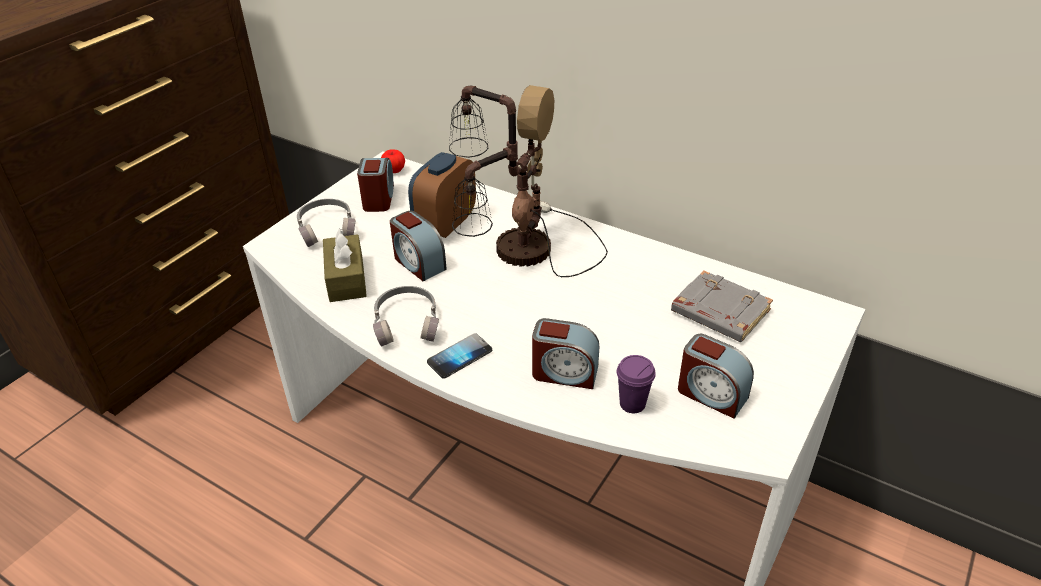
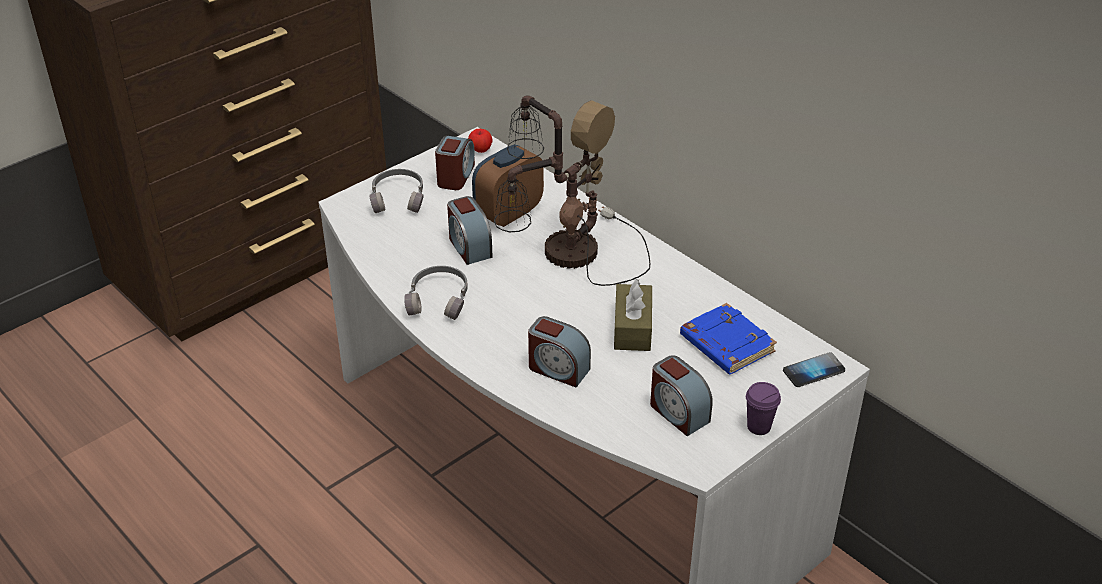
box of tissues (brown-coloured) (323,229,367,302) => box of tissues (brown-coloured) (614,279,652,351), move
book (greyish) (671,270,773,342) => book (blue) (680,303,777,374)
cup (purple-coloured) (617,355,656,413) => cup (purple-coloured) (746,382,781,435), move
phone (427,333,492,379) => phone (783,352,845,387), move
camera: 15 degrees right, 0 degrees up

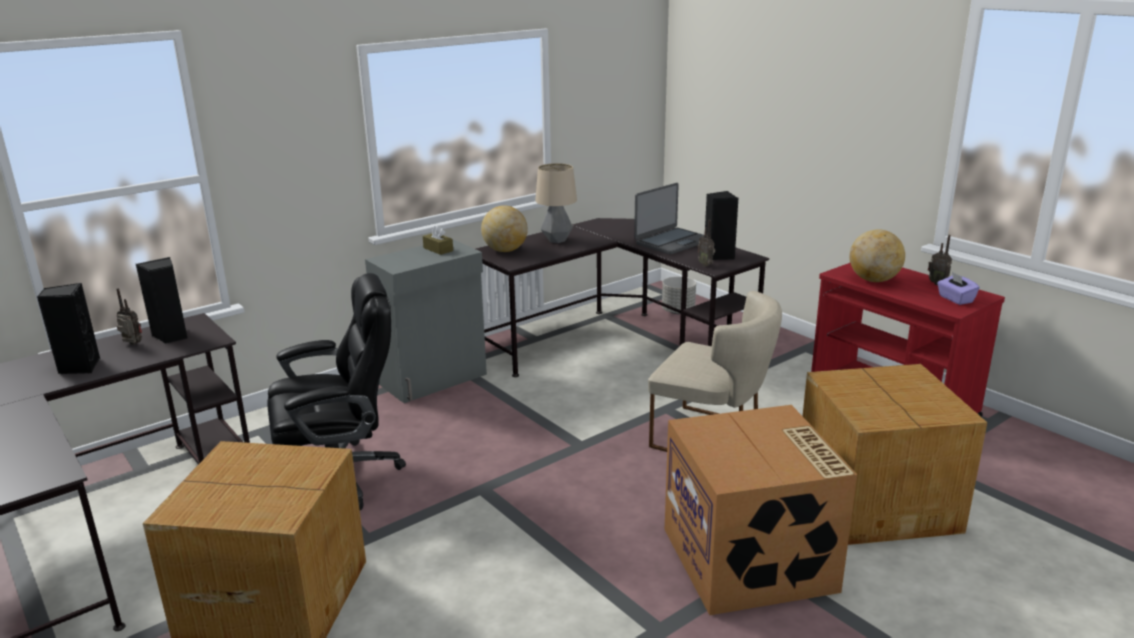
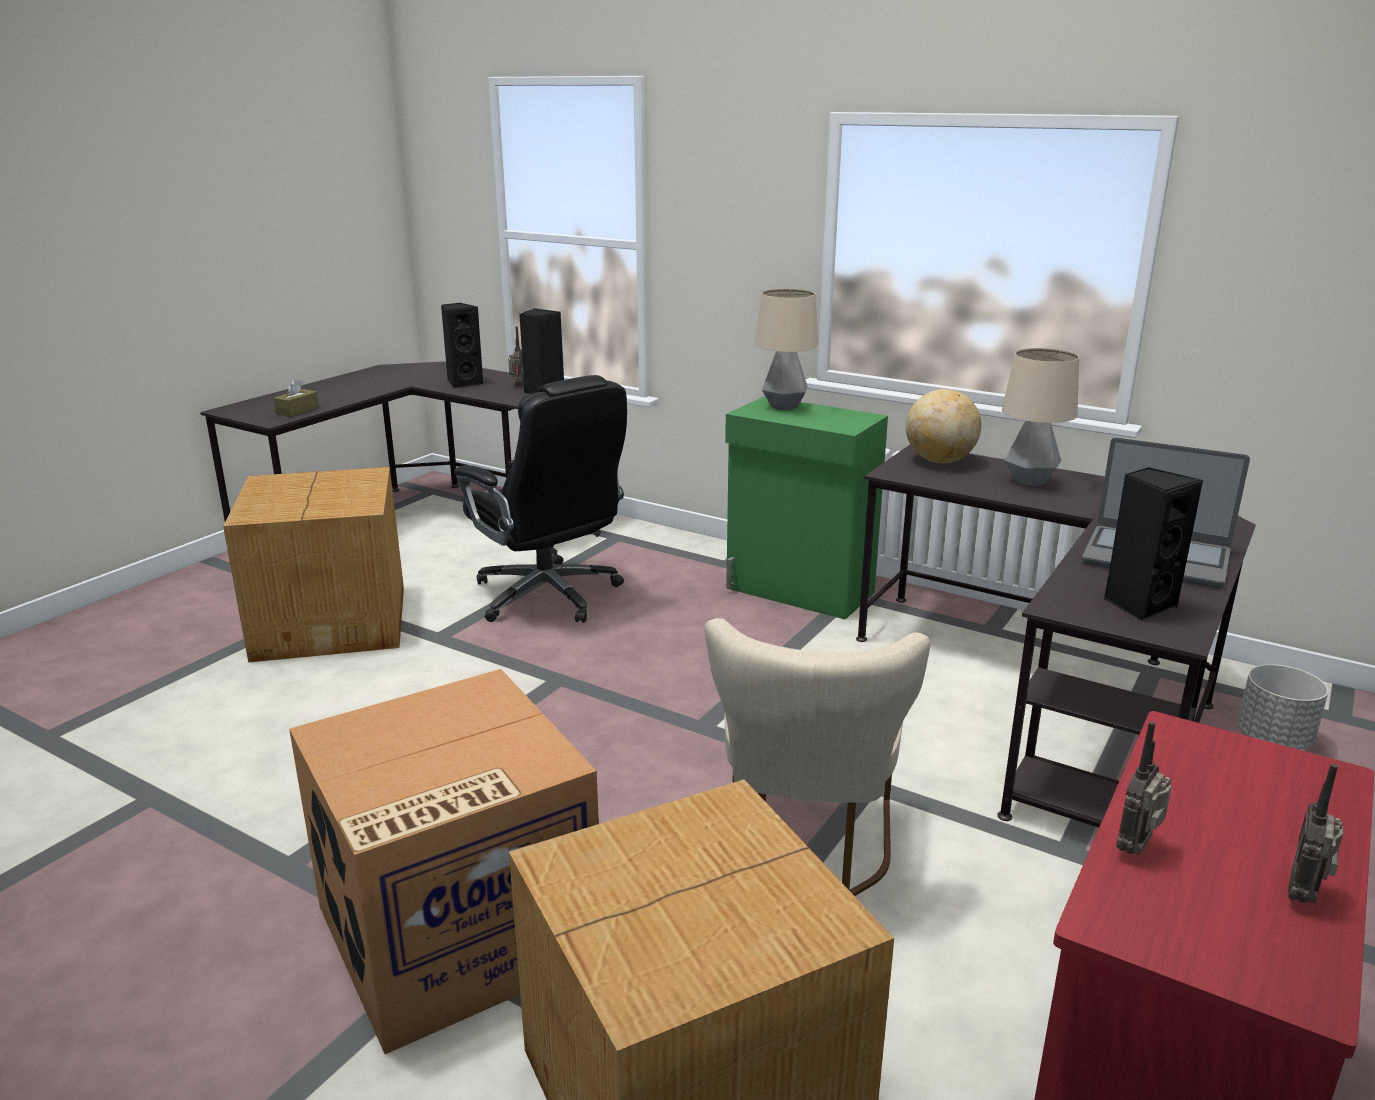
box of tissues (brown-coloured) (423,225,453,255) => box of tissues (brown-coloured) (273,379,319,417), move
storage cabinet (greyish) (365,239,487,403) => storage cabinet (green-coloured) (725,396,888,620)
nothing => table lamp (755,289,818,410)
radio set (698,220,715,267) => radio set (1116,721,1172,855), move
world globe (850,229,905,282) => nothing
box of tissues (purple-coloured) (937,272,980,305) => nothing
camera: 70 degrees right, 0 degrees up

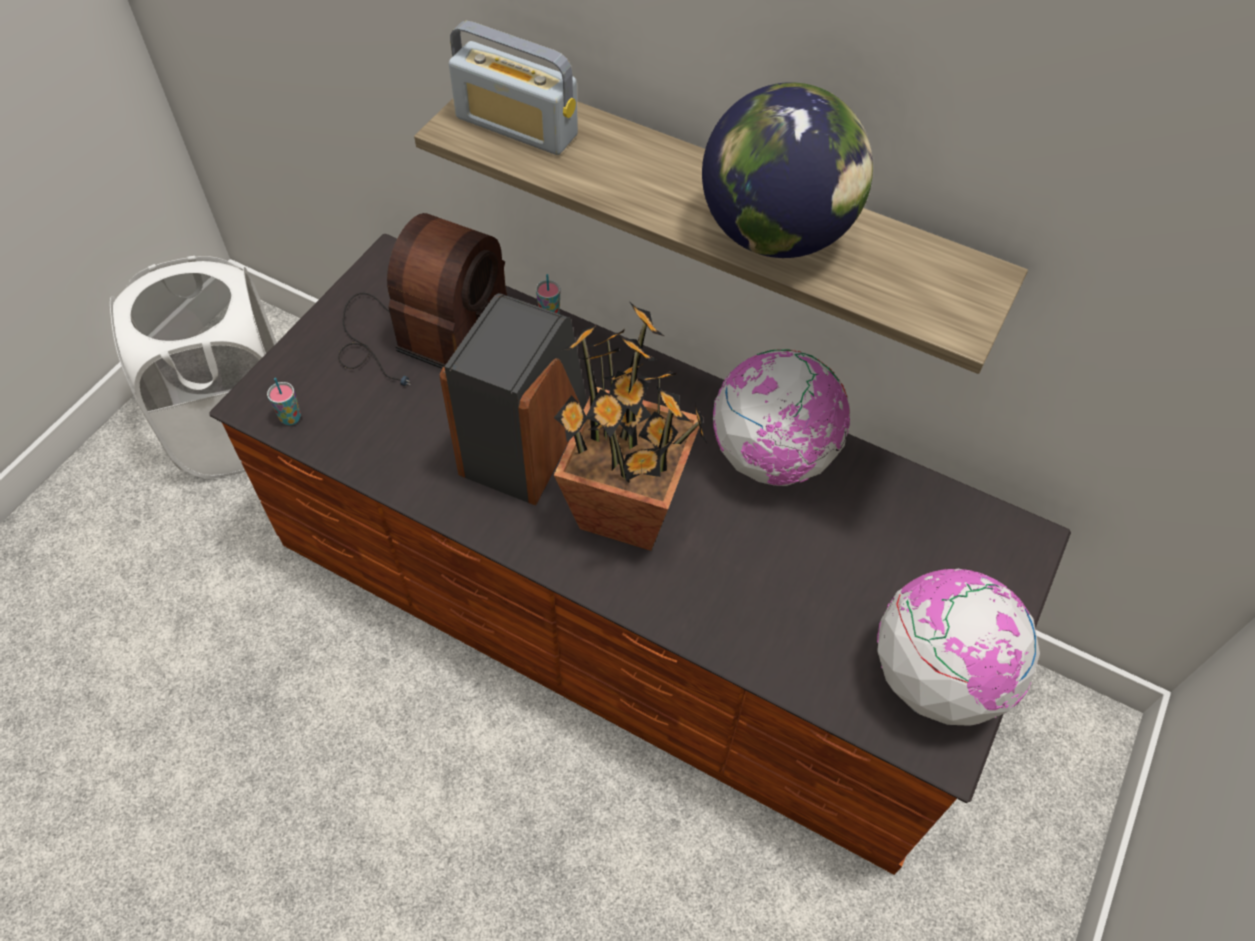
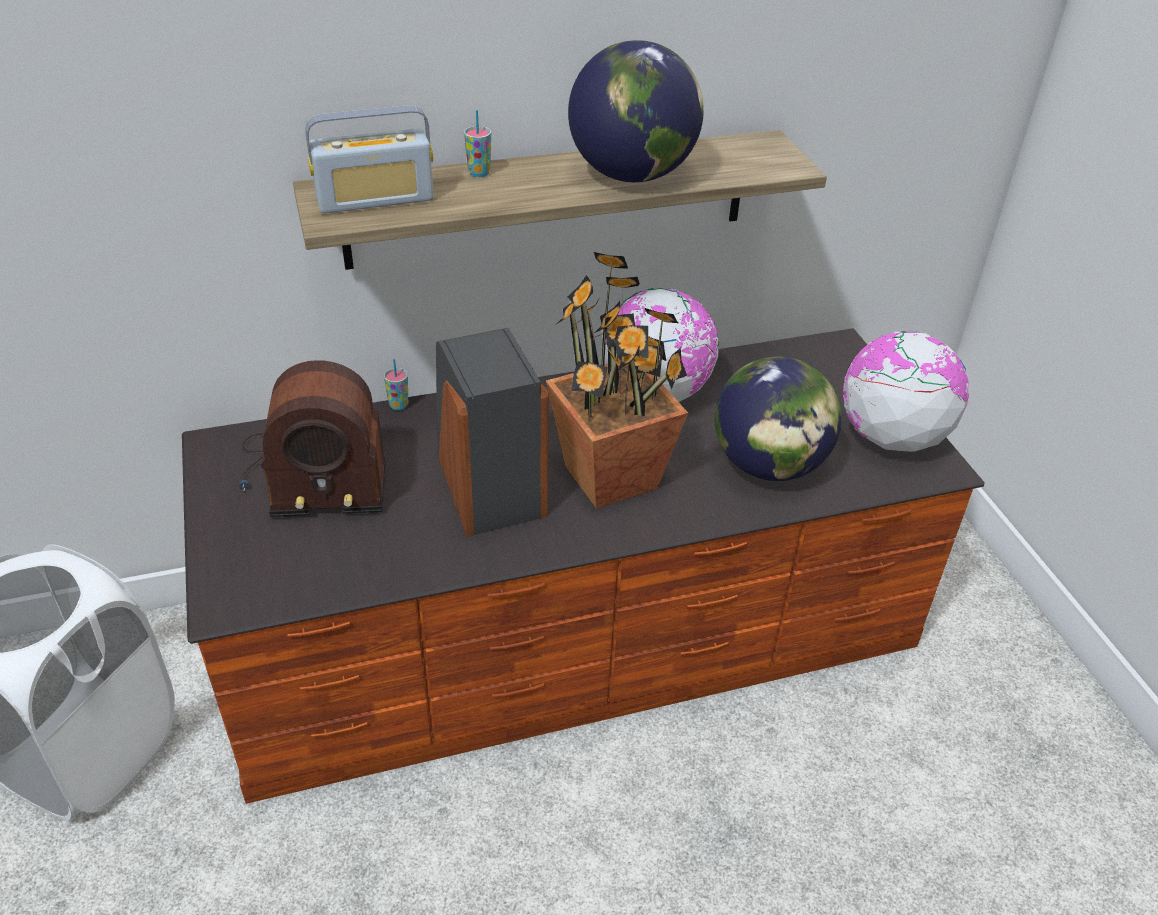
radio set (338,213,507,386) => radio set (239,360,385,517), 105 degrees clockwise
cup (267,378,301,425) => cup (464,110,491,177), move
nothing => world globe (715,356,842,481)
camera: 45 degrees left, 15 degrees down

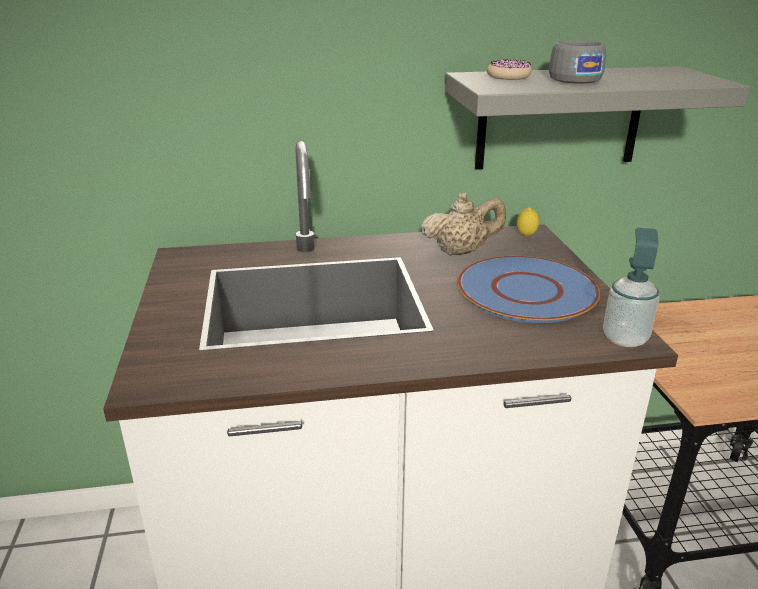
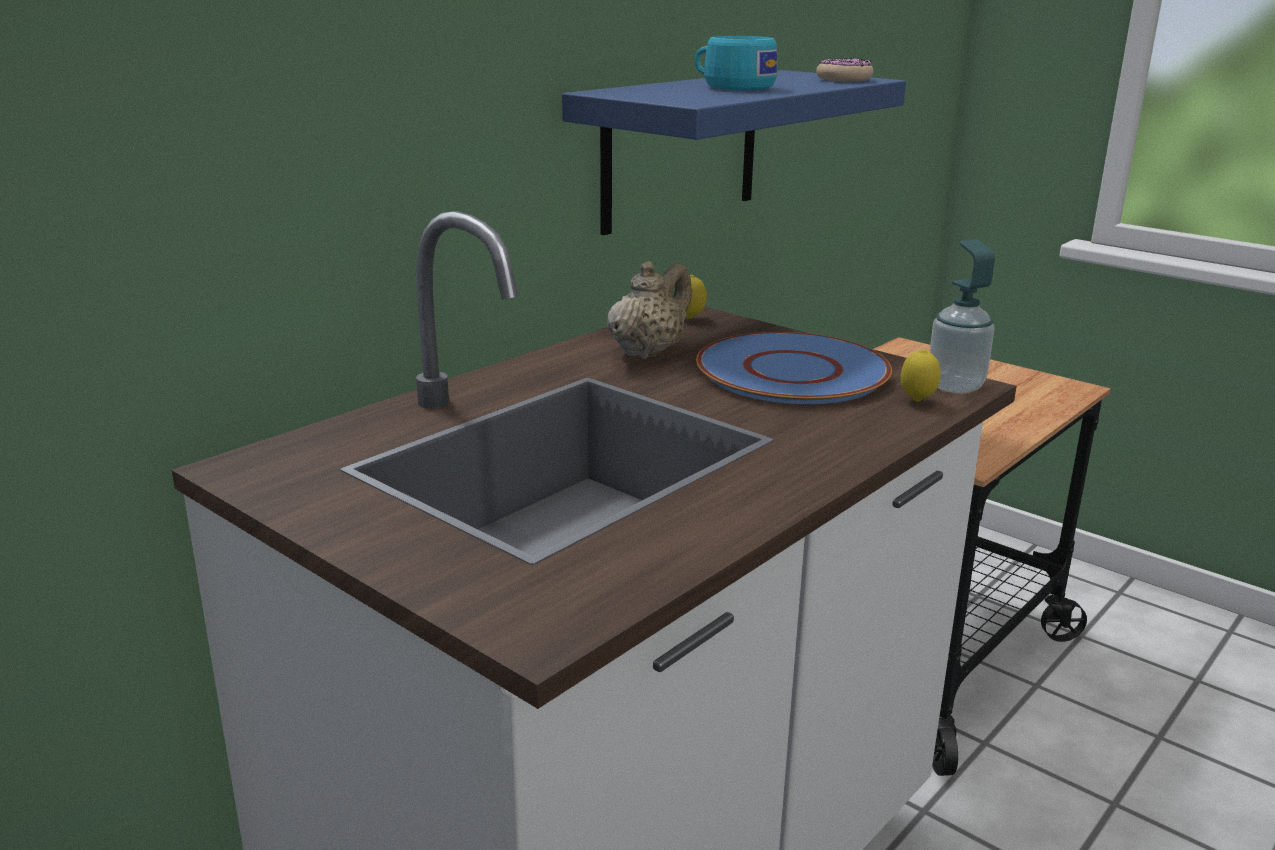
bracket shelf (greyish) (445,66,750,169) => bracket shelf (blue) (562,70,906,235)
cup (greyish) (549,40,606,84) => cup (turquoise-coloured) (694,36,778,90)
ring doughnut (487,59,532,80) => ring doughnut (816,58,873,82), move
nothing => whole lemon (901,349,940,402)
camera: 40 degrees left, 5 degrees down

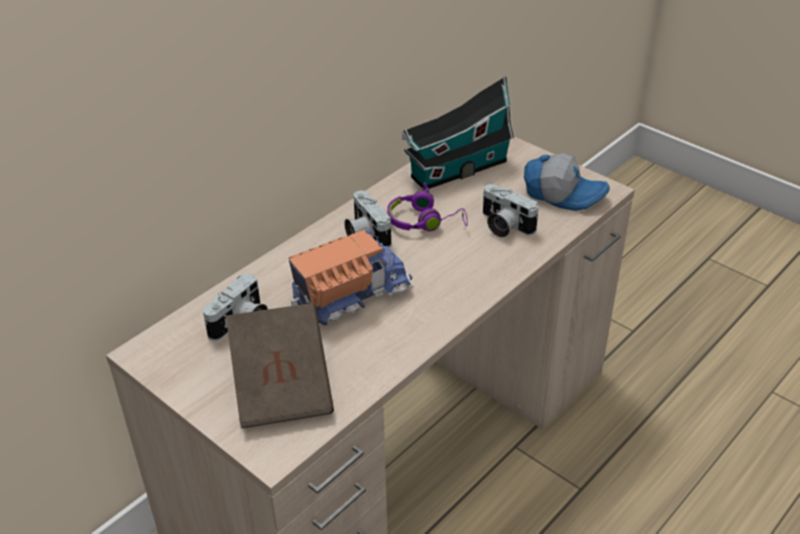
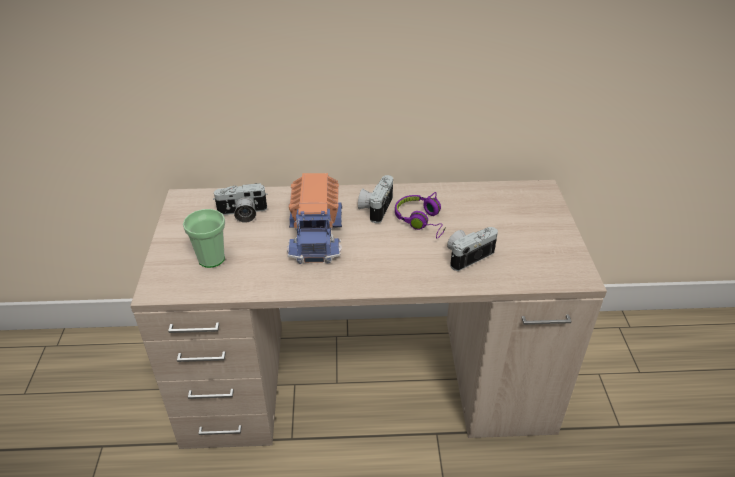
book (brown-coloured) (226,303,334,429) => cup (183,209,225,268)
toy truck (289,229,413,326) => toy truck (287,173,342,264), 75 degrees clockwise
photo camera (483,184,539,237) => photo camera (447,227,498,271), 60 degrees clockwise
model house (402,76,514,190) => nothing
cap (524,153,610,211) => nothing
camera: 45 degrees right, 0 degrees up

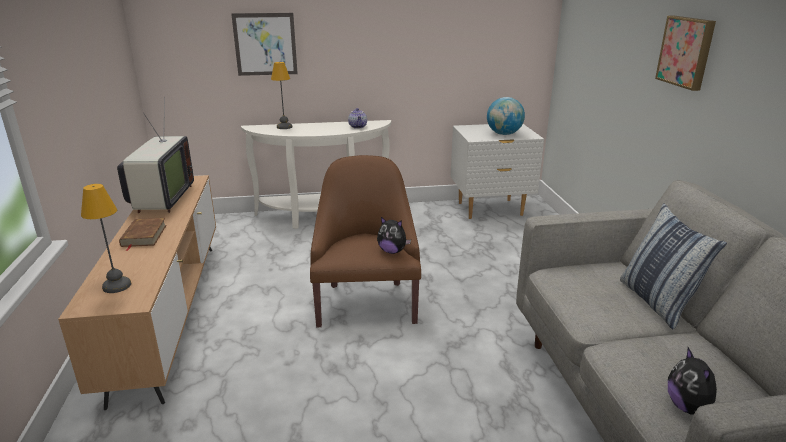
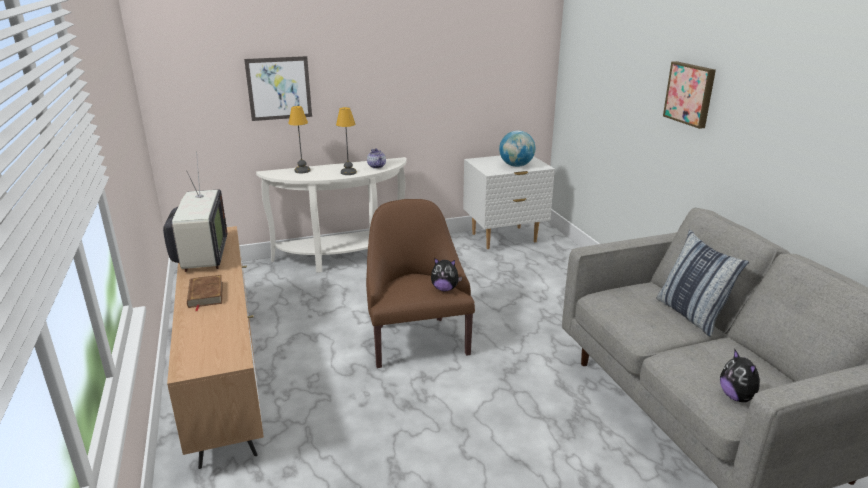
table lamp (81,184,131,293) => table lamp (336,107,357,175), move
camera: 10 degrees left, 0 degrees up

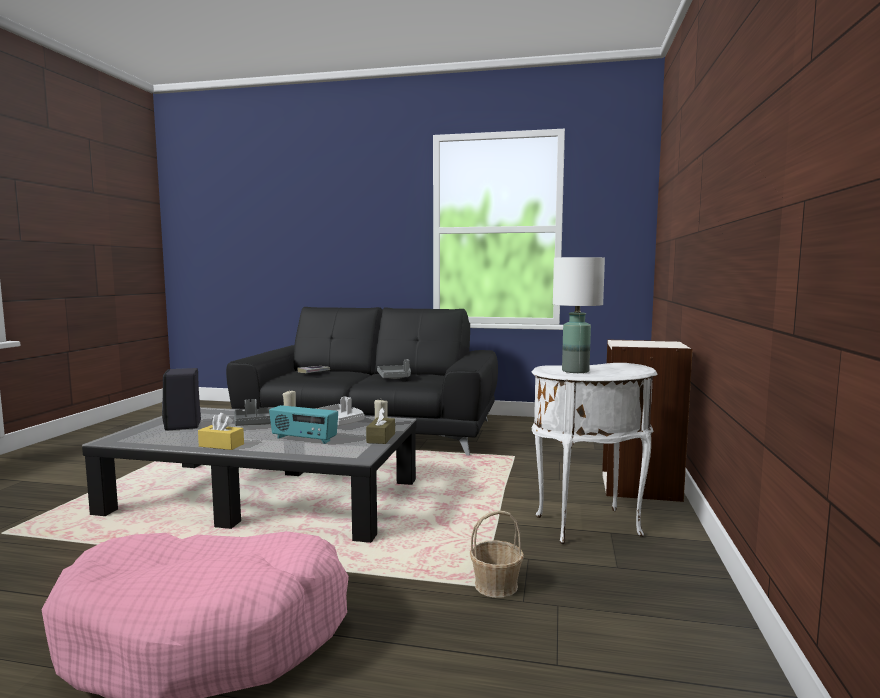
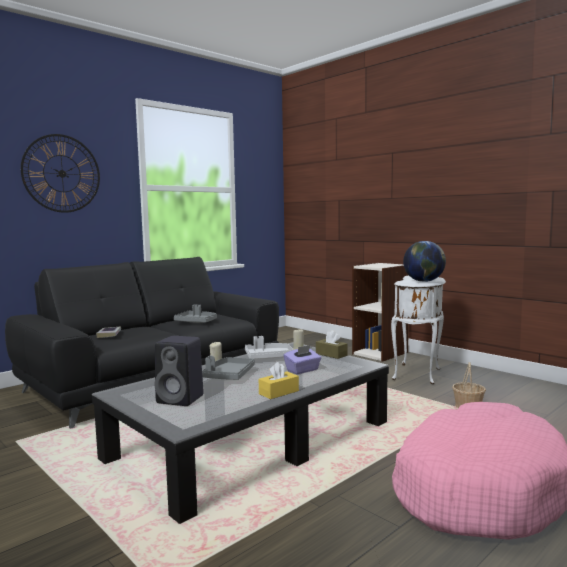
nothing => clock on the wall (21,134,100,213)
radio set (269,405,338,444) => box of tissues (purple-coloured) (284,345,321,374)
table lamp (whitish) (553,257,605,373) => world globe (403,241,446,282)
camera: 55 degrees left, 0 degrees up

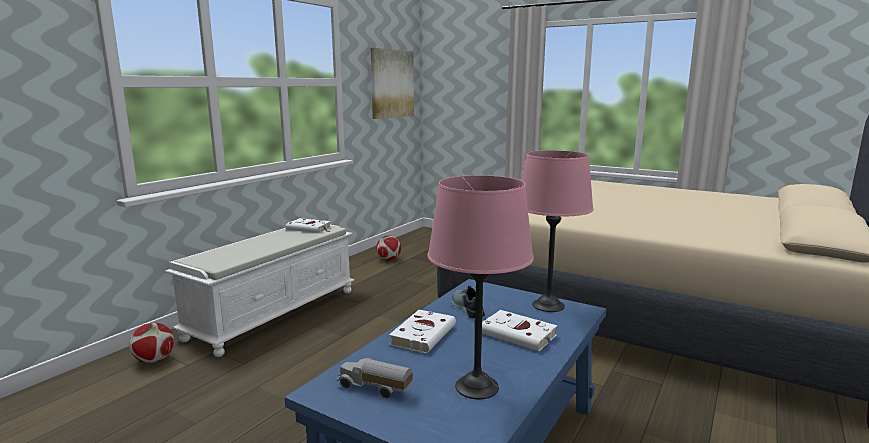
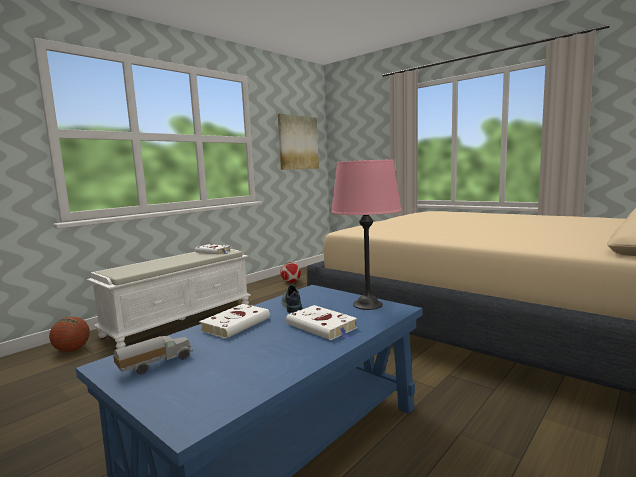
ball for football (129,323,174,363) => ball for basketball (49,317,90,352)
toy truck (336,358,413,398) => toy truck (113,336,193,375), 105 degrees clockwise
table lamp (pink) (428,175,534,399) => nothing
camera: 10 degrees right, 5 degrees down

